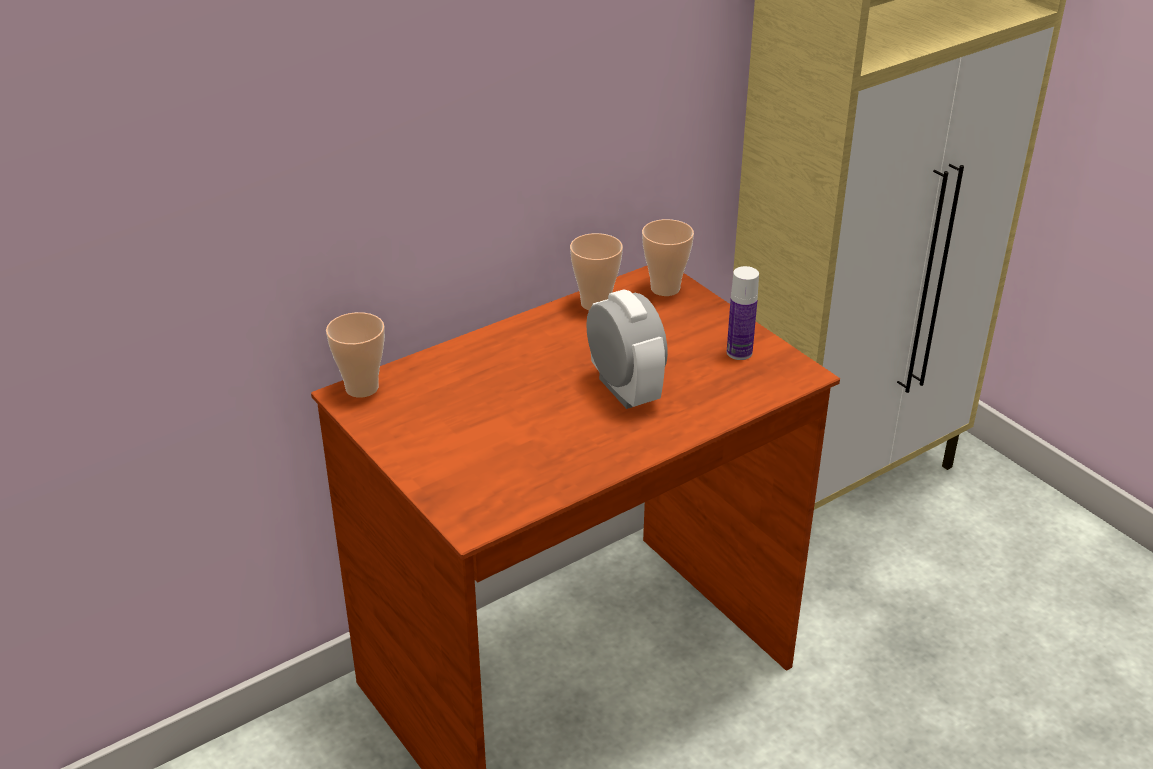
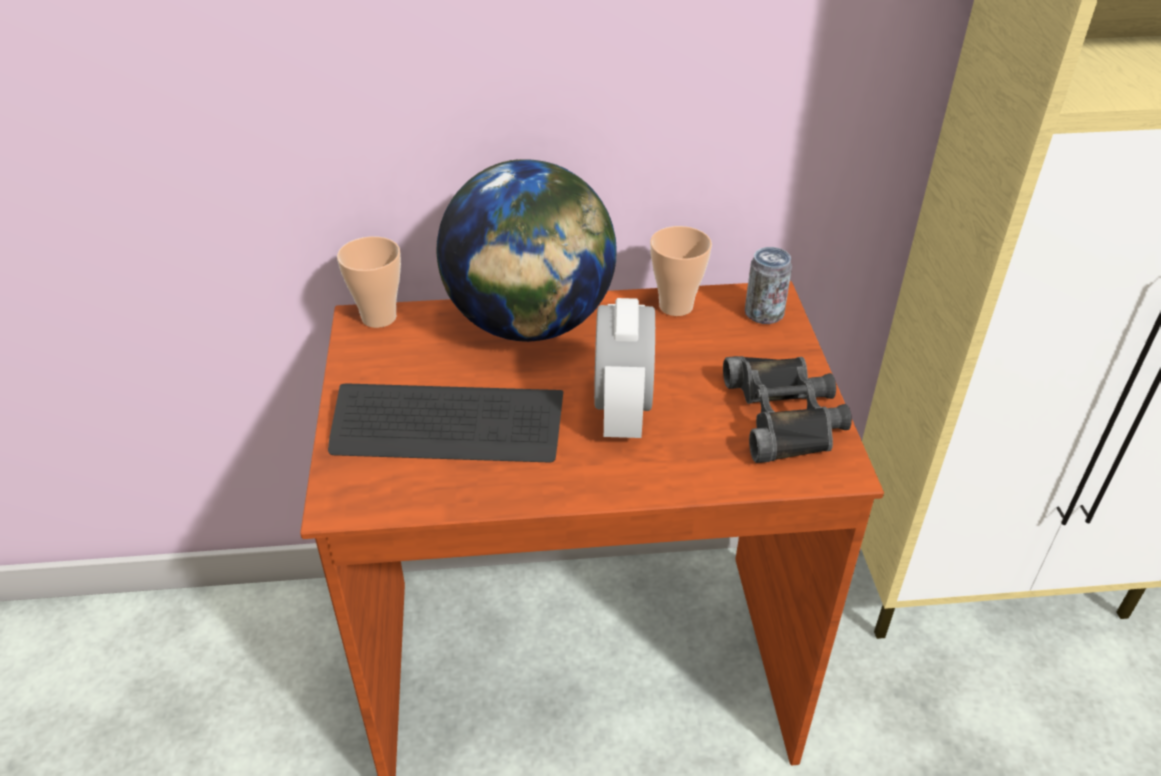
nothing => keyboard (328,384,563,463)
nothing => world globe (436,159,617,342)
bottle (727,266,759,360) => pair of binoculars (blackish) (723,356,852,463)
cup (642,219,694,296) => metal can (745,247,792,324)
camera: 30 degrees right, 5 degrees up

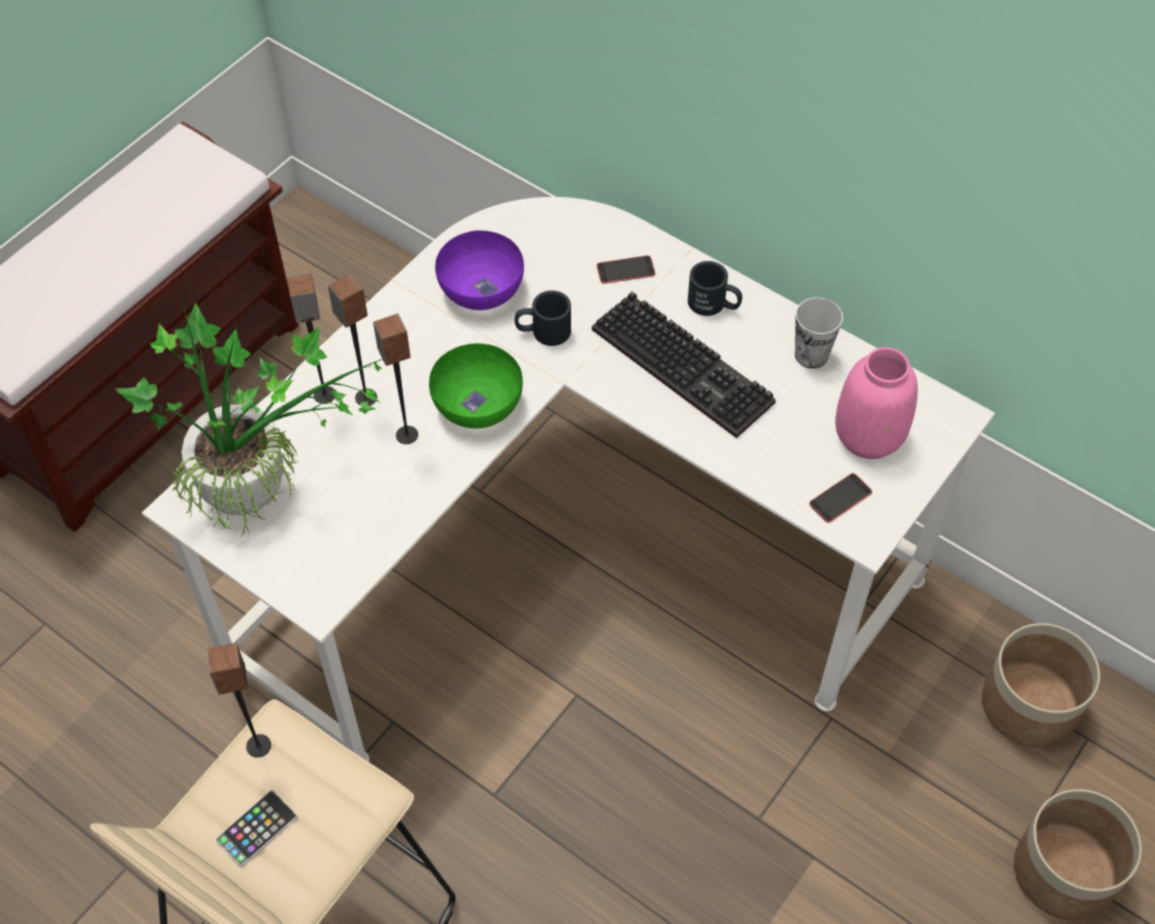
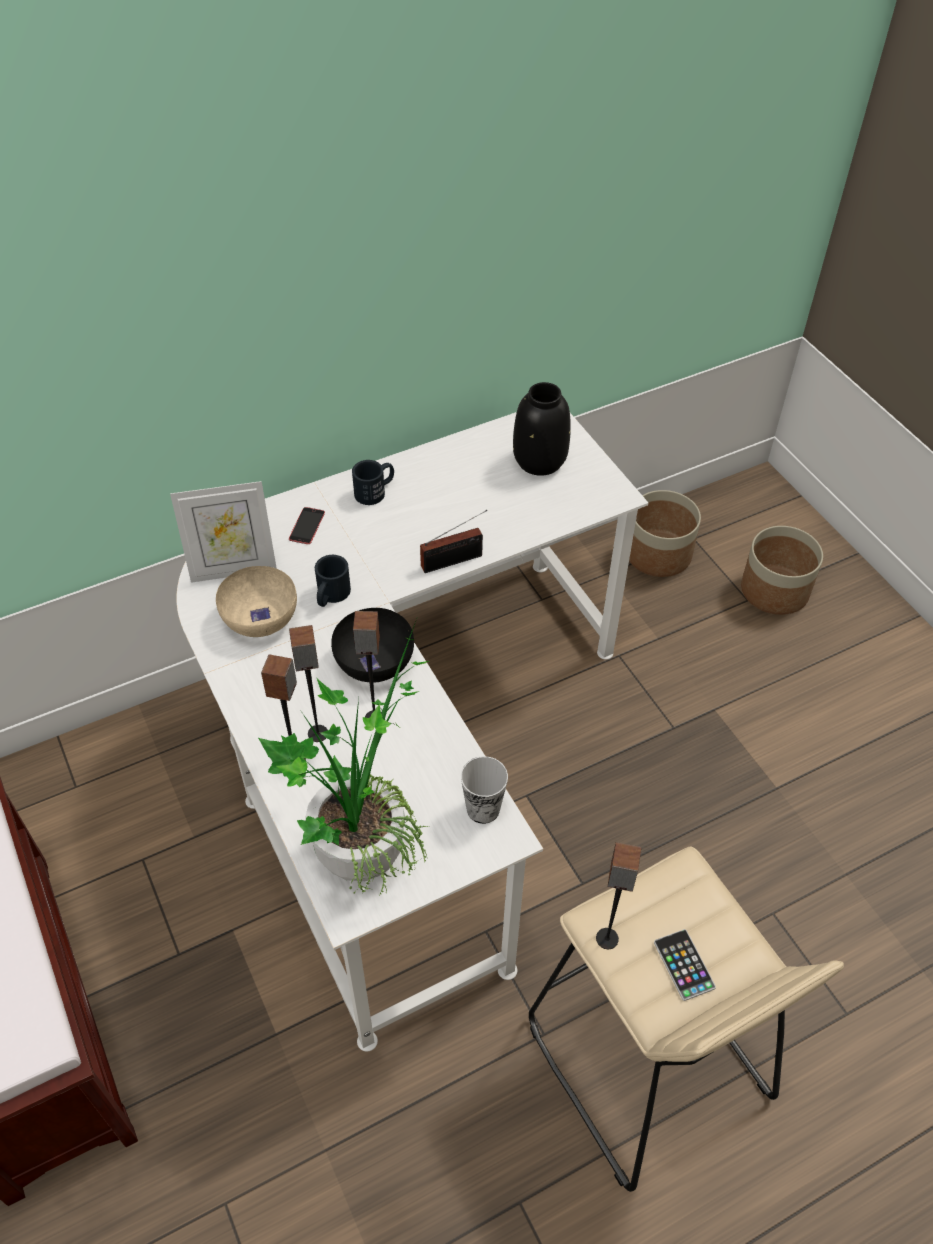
nothing => photo frame (170,481,277,583)
deep dish (purple-coloured) (435,230,524,310) => deep dish (sand-coloured) (216,566,297,637)
deep dish (green-coloured) (429,343,523,428) => deep dish (blackish) (331,608,414,682)
nothing => radio set (420,510,487,573)
cup (795,297,843,369) => cup (461,756,508,824), move
decorative vase (pink) (835,347,918,459) => decorative vase (blackish) (513,382,571,476)
keyboard (592,292,776,438) => nothing
phone (809,473,872,523) => nothing
camera: 65 degrees left, 5 degrees down

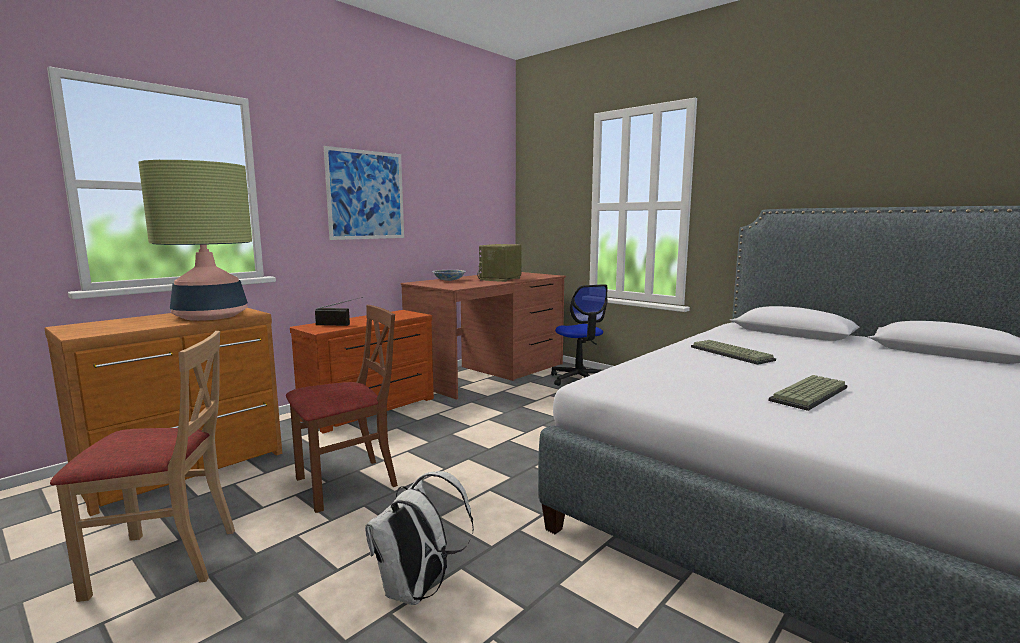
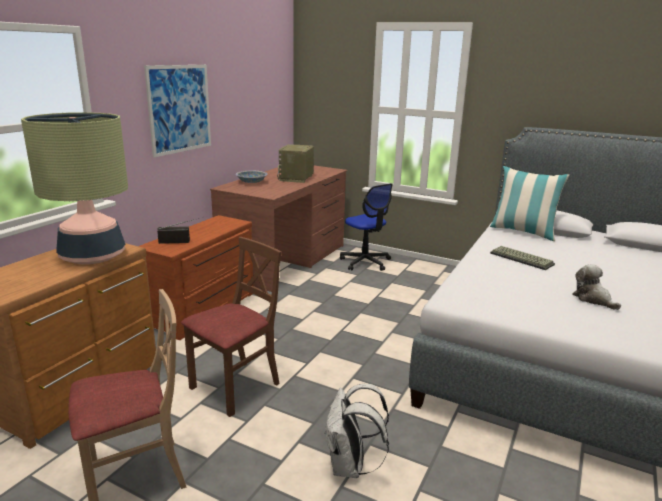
nothing => cushion (490,166,570,241)
keyboard (769,375,847,411) => cuddly toy (573,264,621,310)
camera: 15 degrees left, 10 degrees up

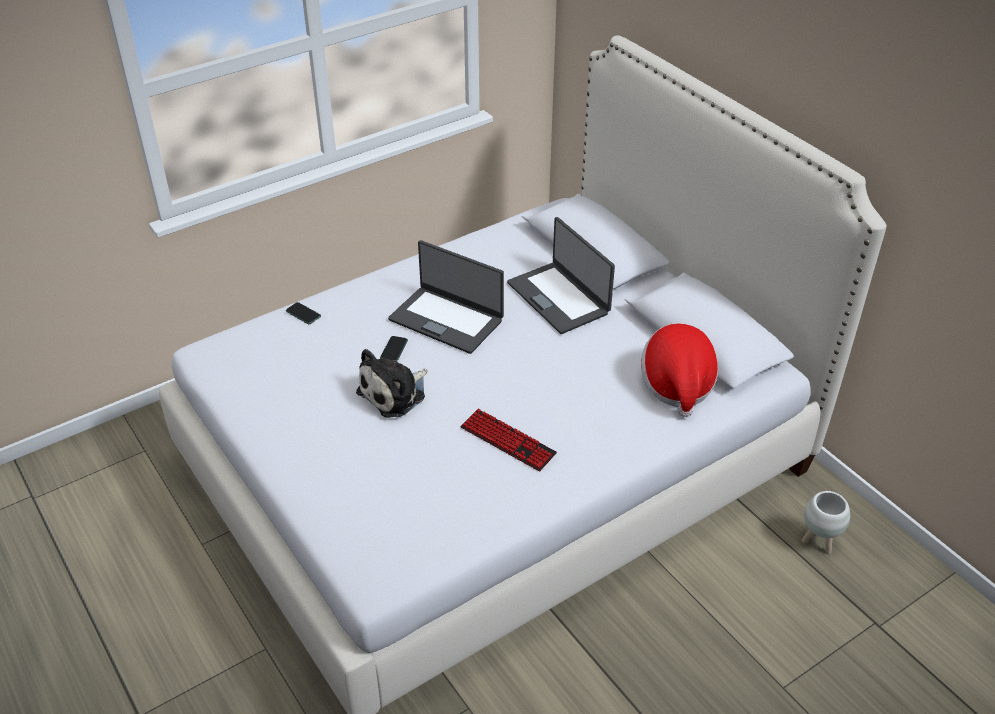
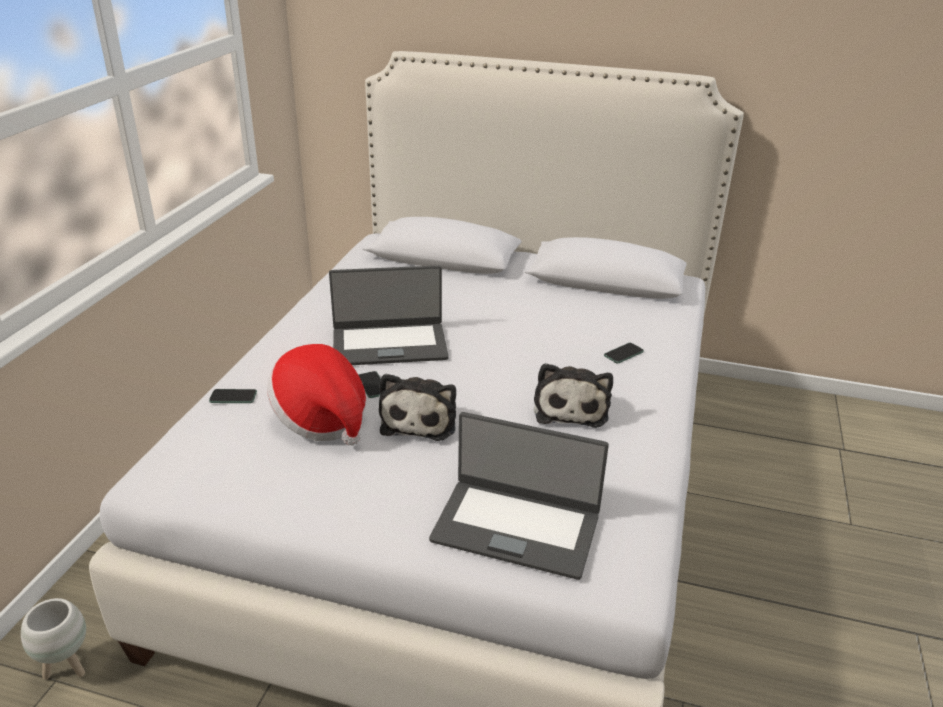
plant pot (whitish) (802,491,850,554) => plant pot (whitish) (21,598,86,680), move
wearable hat (641,323,718,417) => wearable hat (267,344,366,445), move
laptop (507,217,615,334) => laptop (429,412,609,580), move
keyboard (461,409,557,471) => cuddly toy (534,363,613,428)
nothing => phone (604,343,644,363)
camera: 40 degrees left, 10 degrees down

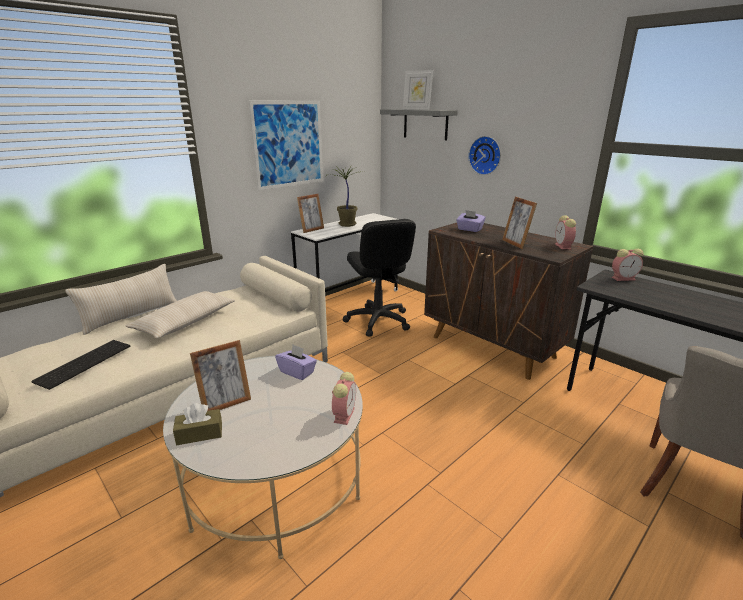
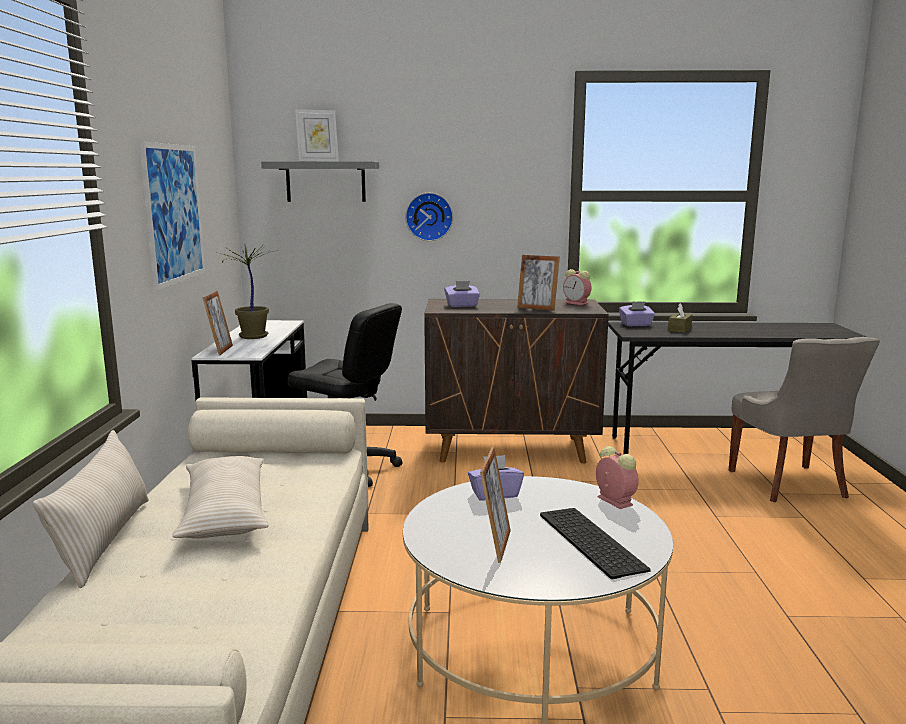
keyboard (31,340,130,390) => keyboard (540,508,651,579), move
alarm clock (612,249,644,281) => box of tissues (purple-coloured) (619,301,655,326)
box of tissues (brown-coloured) (173,403,222,445) => box of tissues (brown-coloured) (668,303,692,333), move
camera: 45 degrees left, 10 degrees down

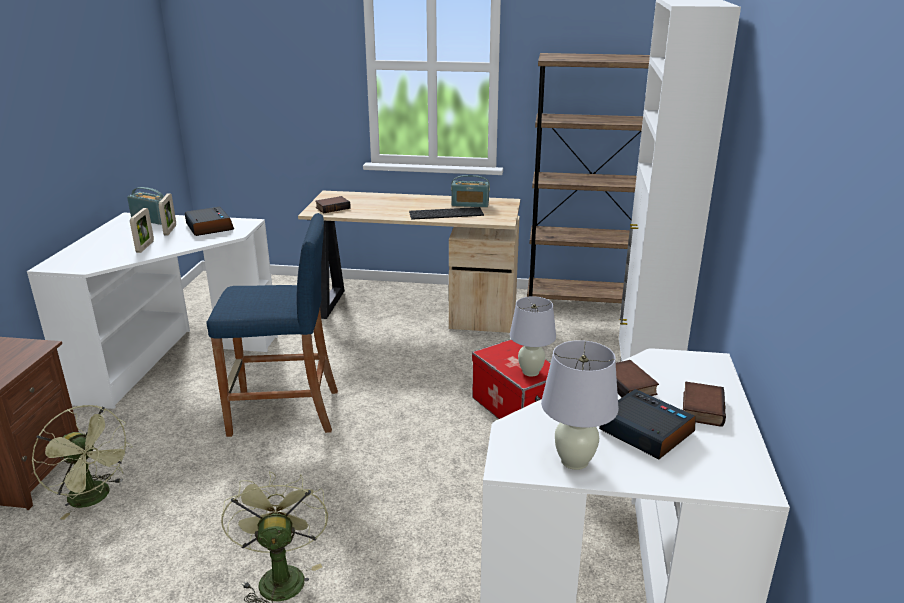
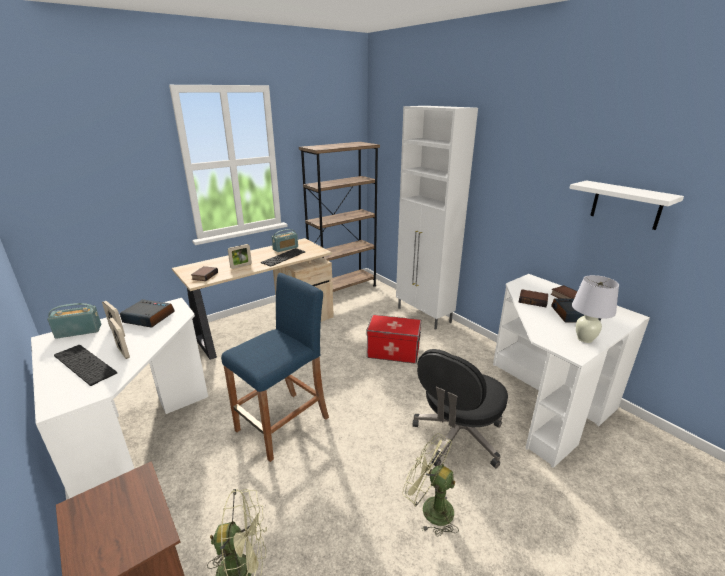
nothing => keyboard (54,345,117,386)
nothing => photo frame (228,244,252,269)
nothing => computer chair (blackish) (413,349,508,468)
nothing => bracket shelf (whitish) (569,180,684,230)
table lamp (whitish) (510,296,556,377) => nothing
camera: 45 degrees left, 0 degrees up

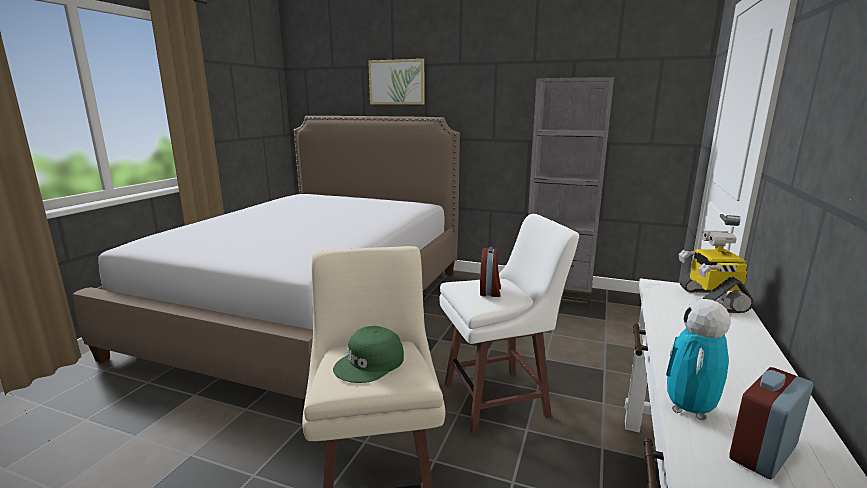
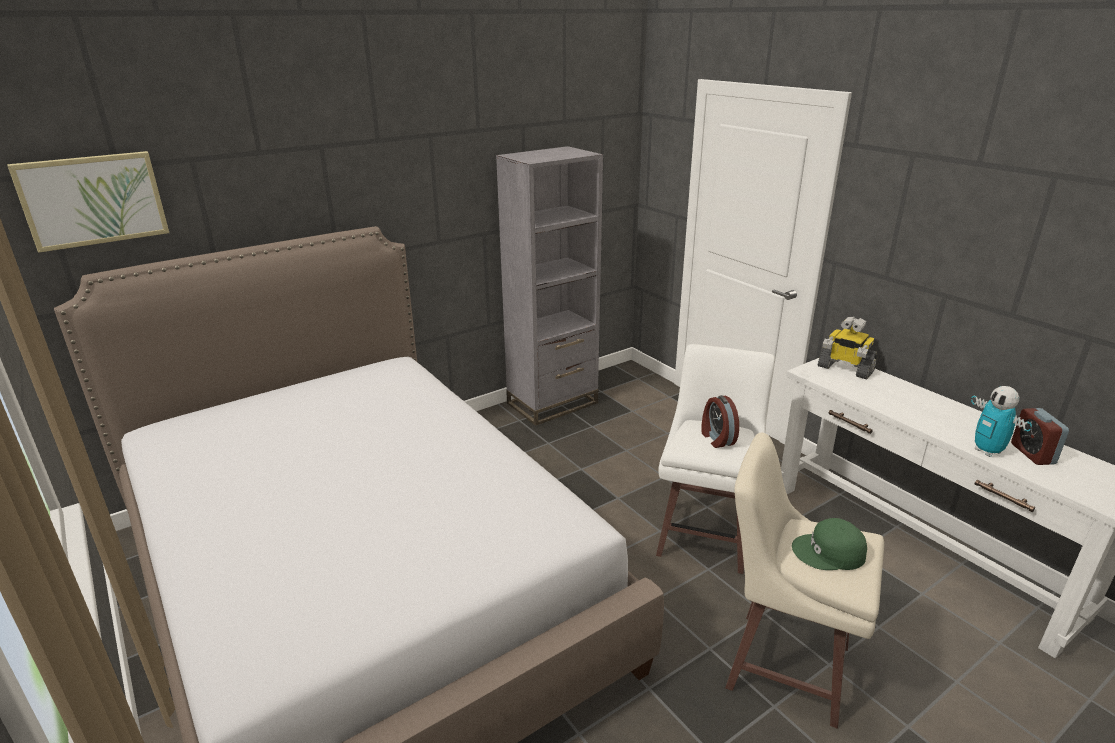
wall art (368,59,425,104) => wall art (7,151,169,253), move
alarm clock (480,247,501,297) => alarm clock (702,395,739,448), 150 degrees counterclockwise
cap (green-coloured) (333,326,404,383) => cap (green-coloured) (792,518,867,570), 105 degrees clockwise
camera: 55 degrees left, 10 degrees up

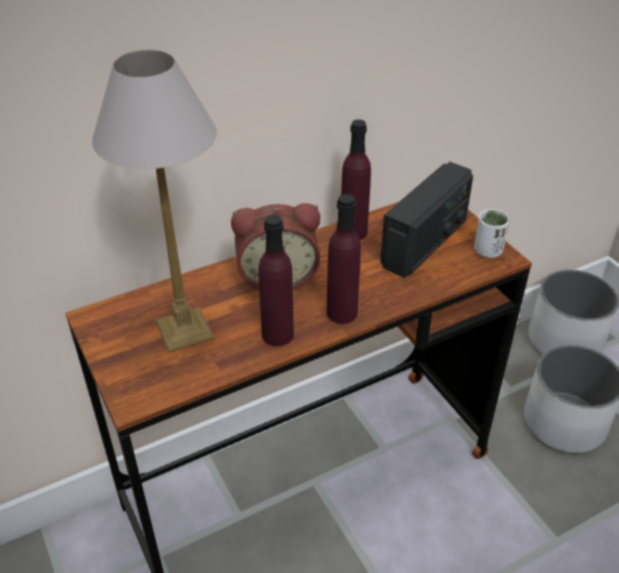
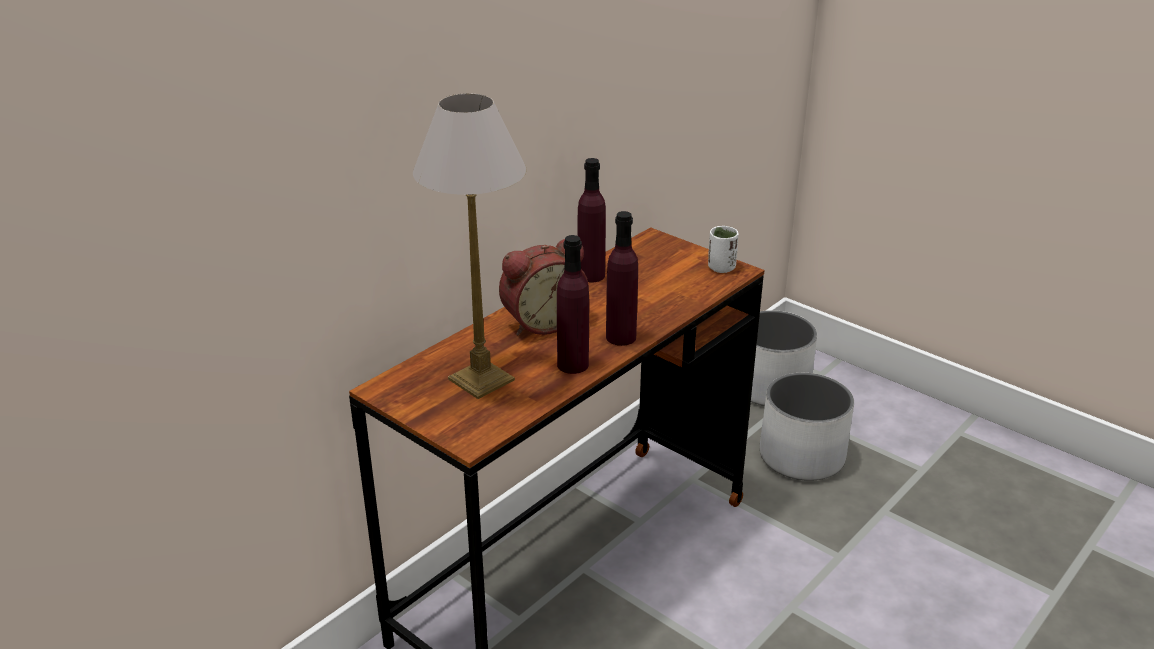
radio set (380,162,473,278) => nothing
camera: 20 degrees left, 10 degrees down

